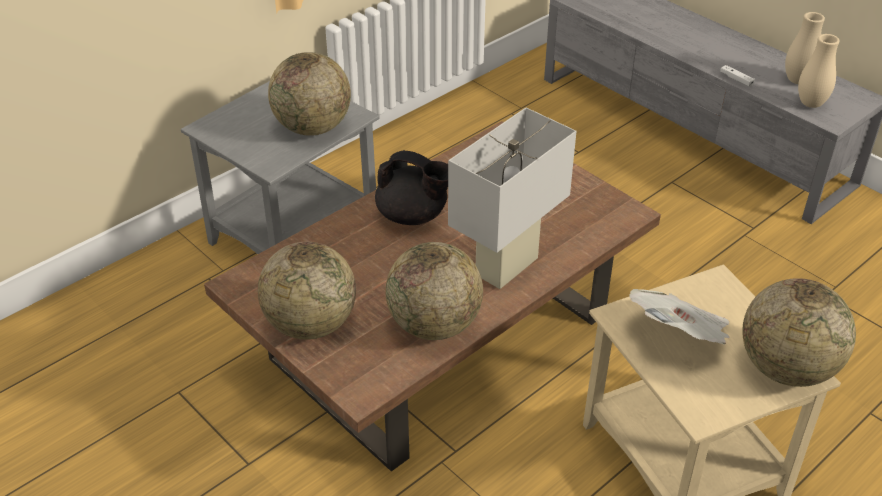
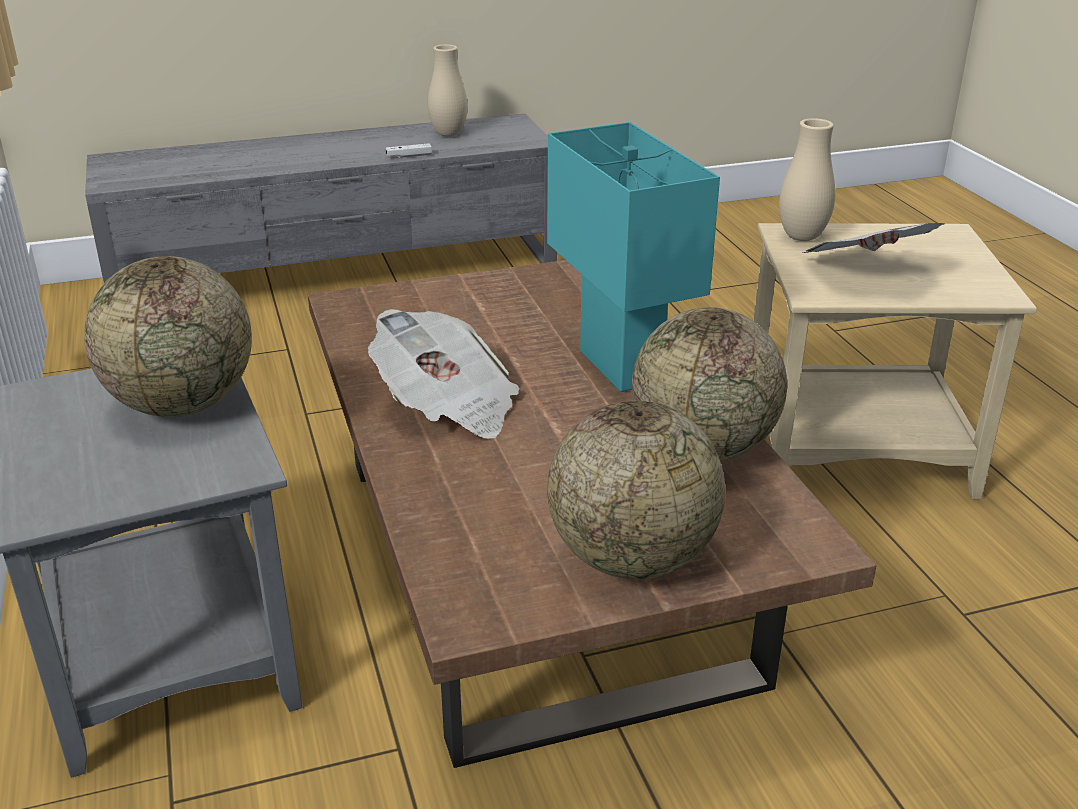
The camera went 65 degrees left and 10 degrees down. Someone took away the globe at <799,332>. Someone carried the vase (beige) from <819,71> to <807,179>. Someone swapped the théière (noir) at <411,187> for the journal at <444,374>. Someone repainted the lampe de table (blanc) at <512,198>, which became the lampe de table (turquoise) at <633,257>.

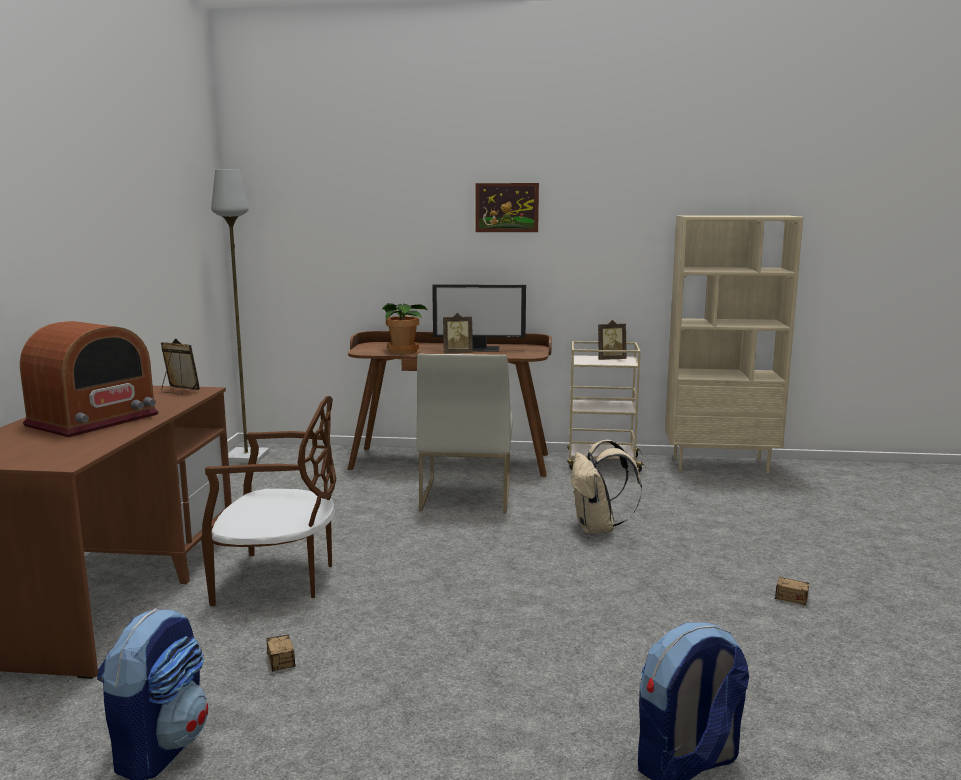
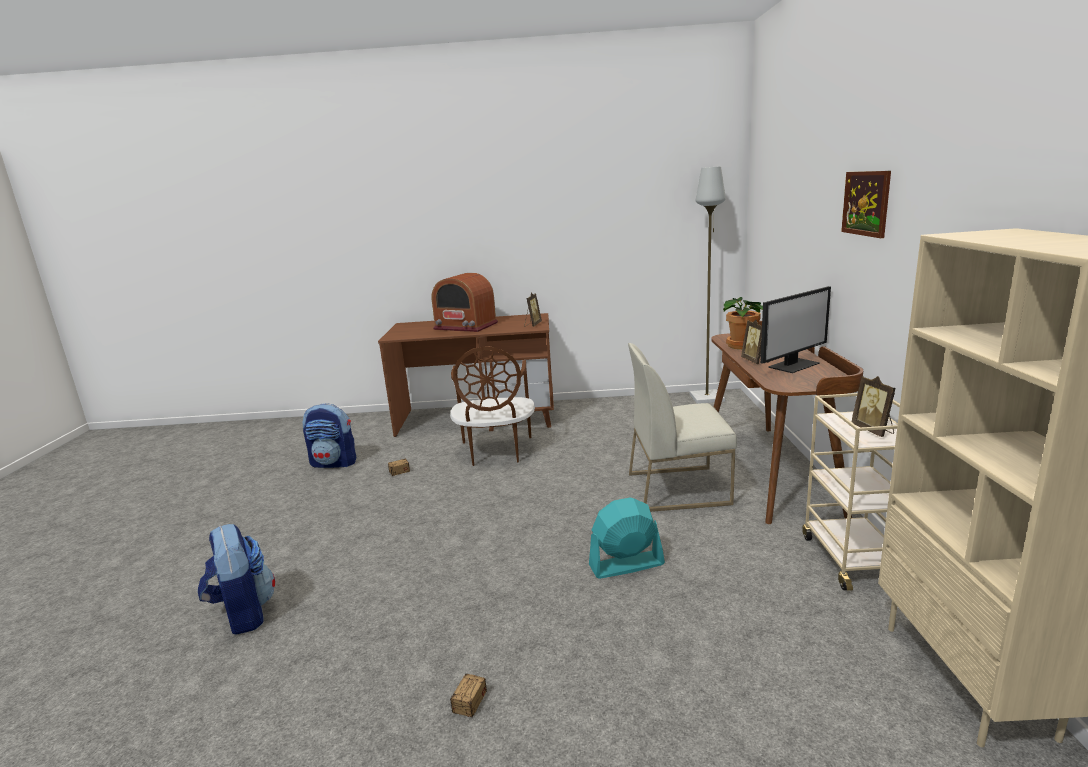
The camera went 85 degrees right and 5 degrees up. Someone swapped the sac à dos (beige) at <606,487> for the ventilateur (turquoise) at <627,538>. Someone rotated the écran d'ordinateur at <479,318> by 120 degrees counterclockwise.

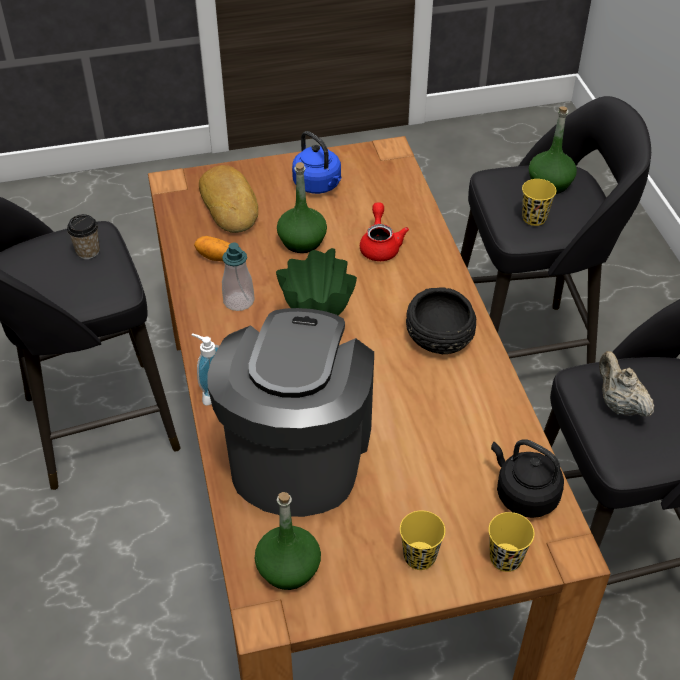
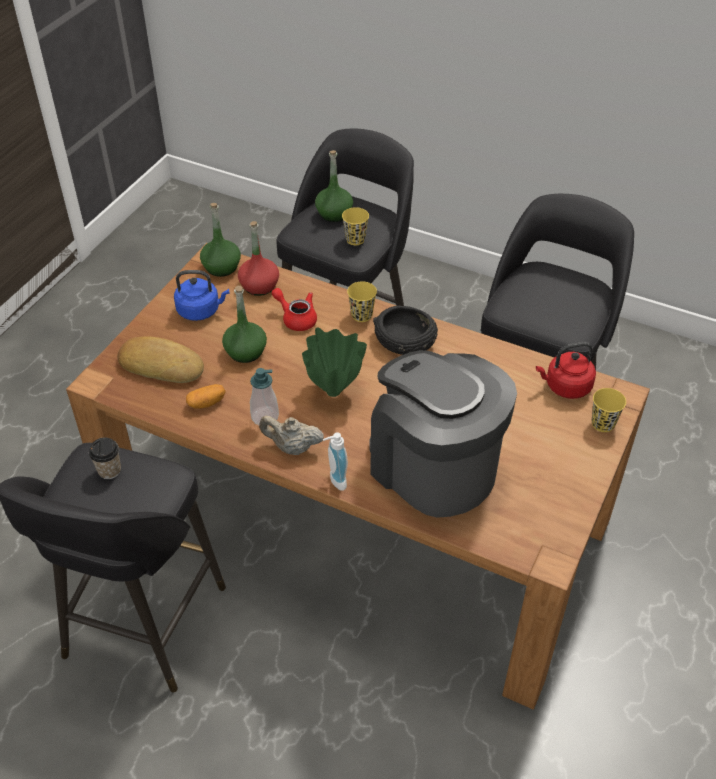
The camera went 50 degrees left and 0 degrees up. Someone put down the bouteille (rouge) at <258,258>. Someone carried the bouteille (vert) from <288,541> to <220,240>. Someone carried the tasse (jaune) from <422,540> to <362,301>. Someone carried the théière (beige) from <626,384> to <291,435>. Someone repainted the bouilloire (noir) at <527,478>, which became the bouilloire (rouge) at <566,370>.

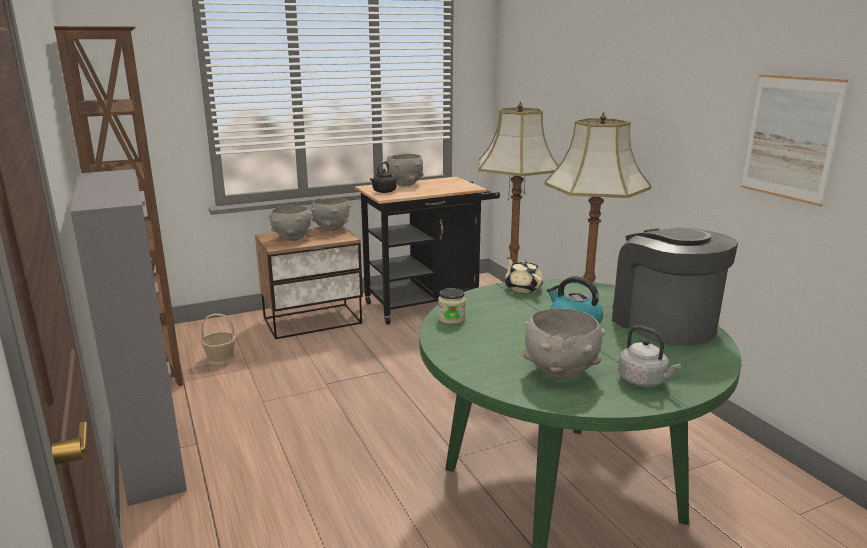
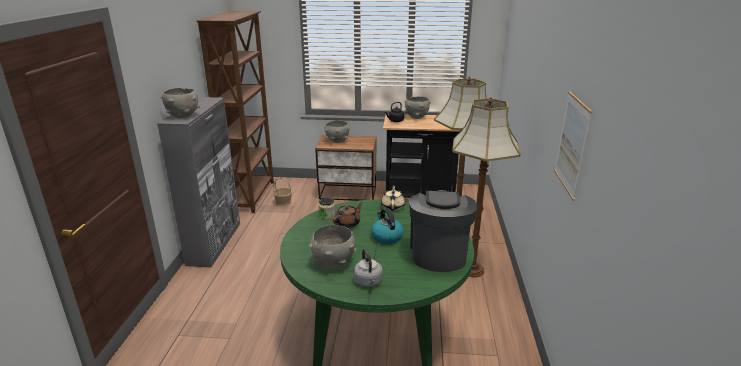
The camera went 30 degrees right and 5 degrees up. Someone put down the théière (marron) at <348,215>. Someone carried the bol (gris) from <331,214> to <180,103>.

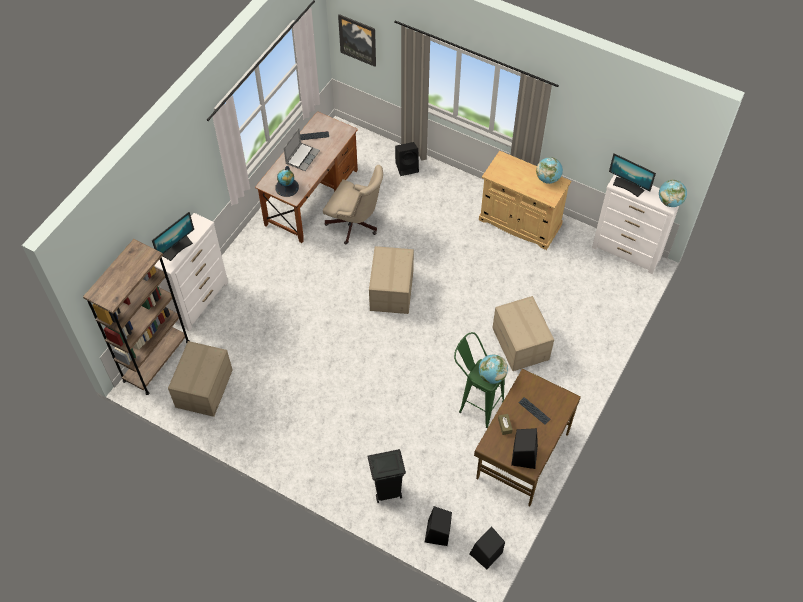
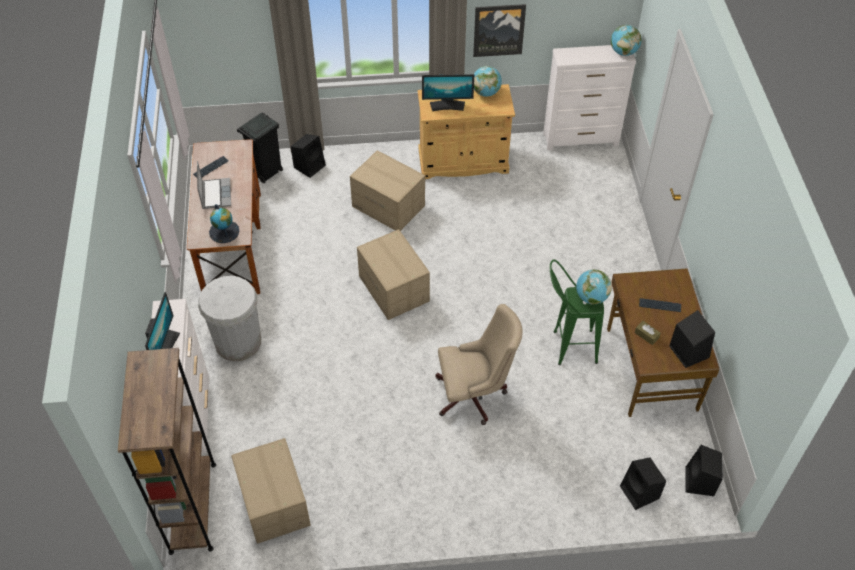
The camera went 35 degrees left and 5 degrees down. Someone put down the poubelle (blanc) at <229,319>. Someone carried the chaise de bureau (beige) from <353,204> to <479,364>. Someone carried the tableau from <357,40> to <499,30>. Someone carried the poubelle (noir) from <386,476> to <260,147>. Someone carried the carton from <523,333> to <387,190>. Someone carried the écran d'ordinateur from <632,175> to <448,92>.

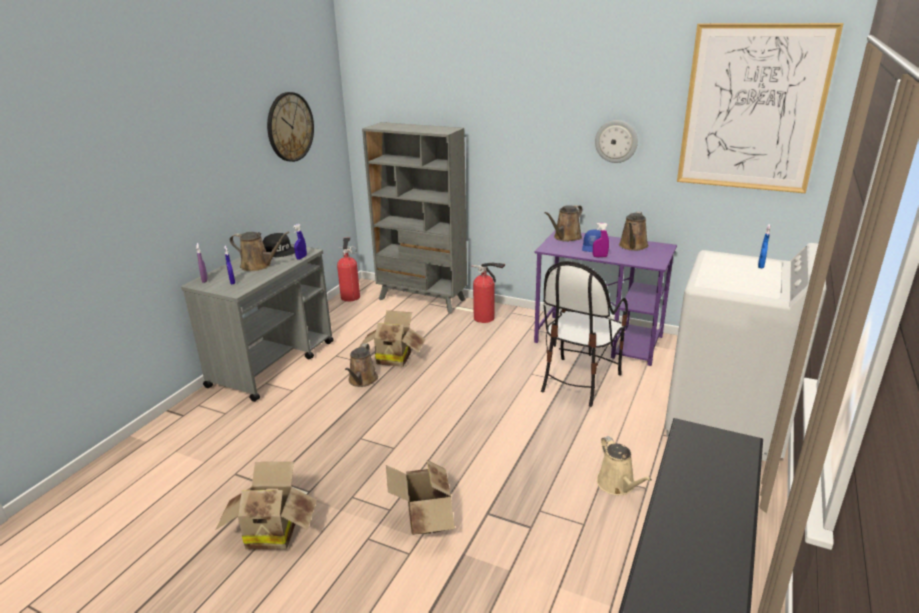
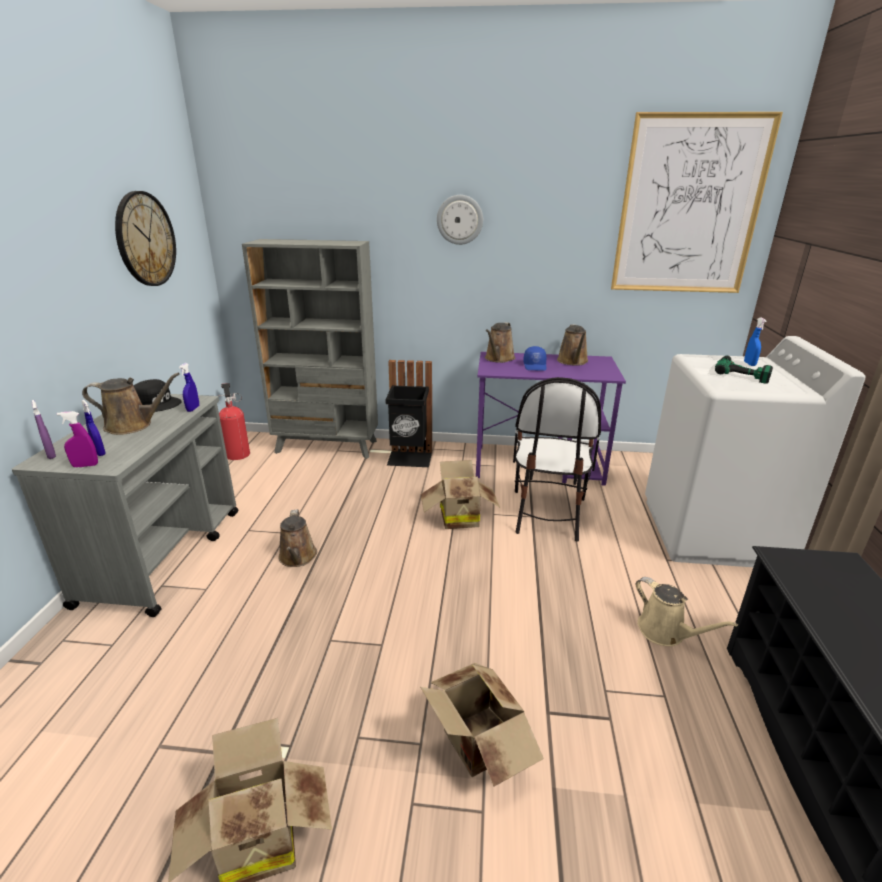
The camera went 20 degrees left and 0 degrees up. Someone put down the perceuse at <744,369>. Someone carried the carton from <392,338> to <460,494>. Someone carried the vaporisateur (violet) from <601,240> to <77,439>. Someone carried the horloge murale from <616,141> to <460,220>. Someone swapped the extincteur at <488,292> for the poubelle (noir) at <408,413>.

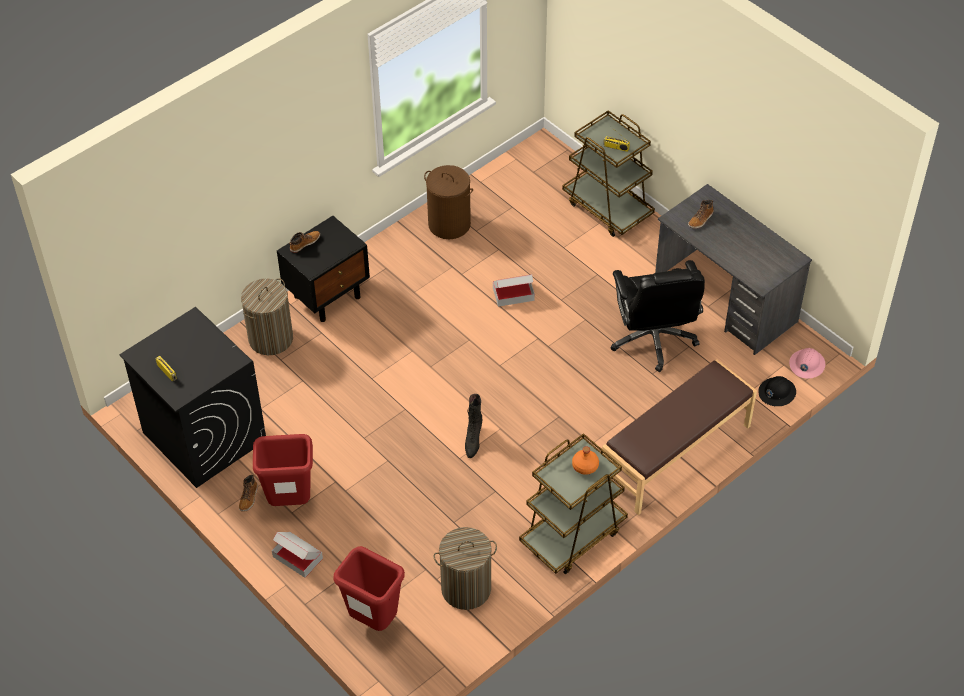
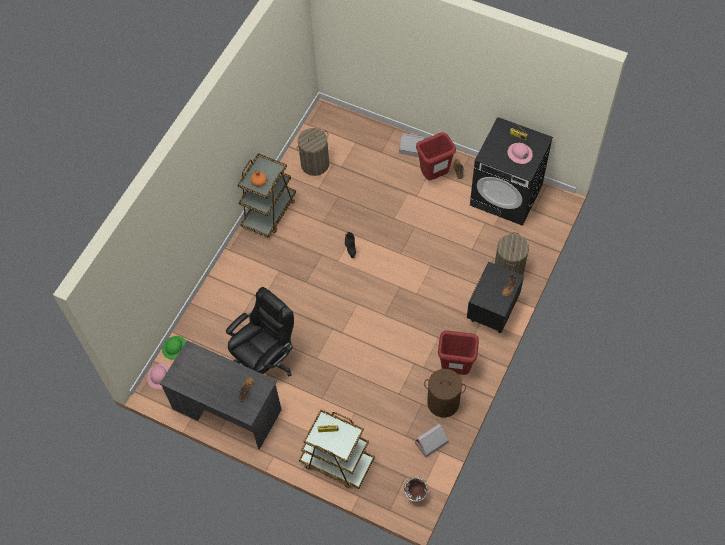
The camera went 160 degrees right and 10 degrees up. Someone took away the banc (marron) at <679,437>. Someone put down the seau (blanc) at <416,489>. Someone put down the casque de chantier (rose) at <520,153>. Someone carried the poubelle (rouge) from <369,588> to <458,352>. Someone carried the carton from <514,290> to <432,441>. Someone repainted the casque de chantier (noir) at <777,391>, which became the casque de chantier (vert) at <174,348>. Someone rotated the chaise de bureau (noir) at <657,316> by 75 degrees clockwise.

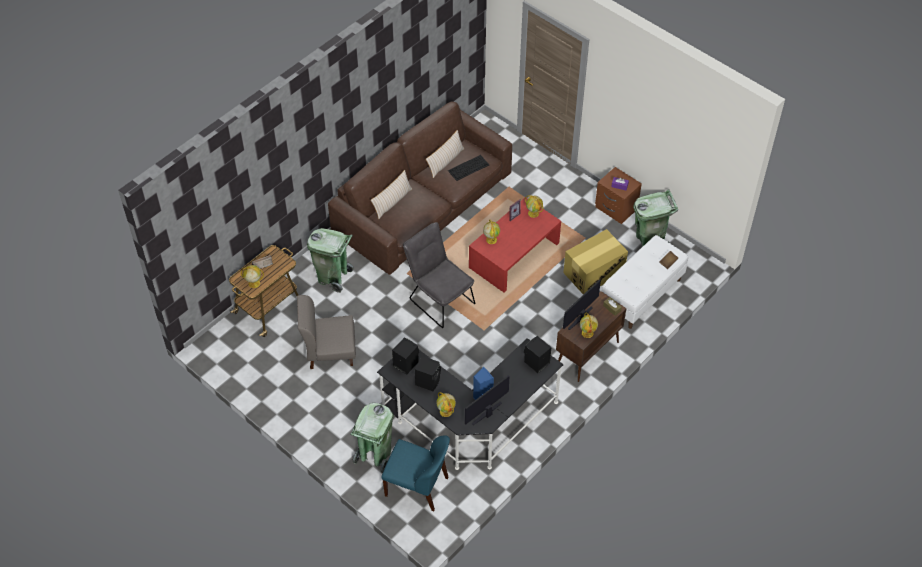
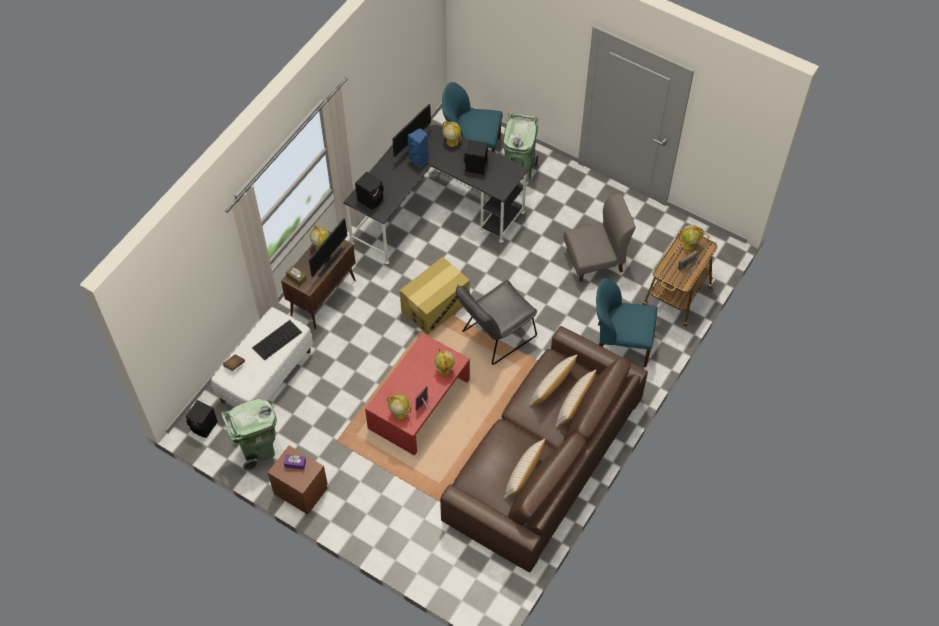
The camera went 170 degrees right and 5 degrees up. Someone put down the coussin (beige) at <553,380>. Someone carried the enceinte (noir) from <405,356> to <202,419>. Someone carried the clavier from <468,168> to <277,340>. Someone carried the carton from <595,262> to <435,296>. Someone swapped the poubelle (vert) at <330,260> for the chaise (bleu) at <626,322>. Someone rotated the chaise (gris) at <439,275> by 105 degrees clockwise.

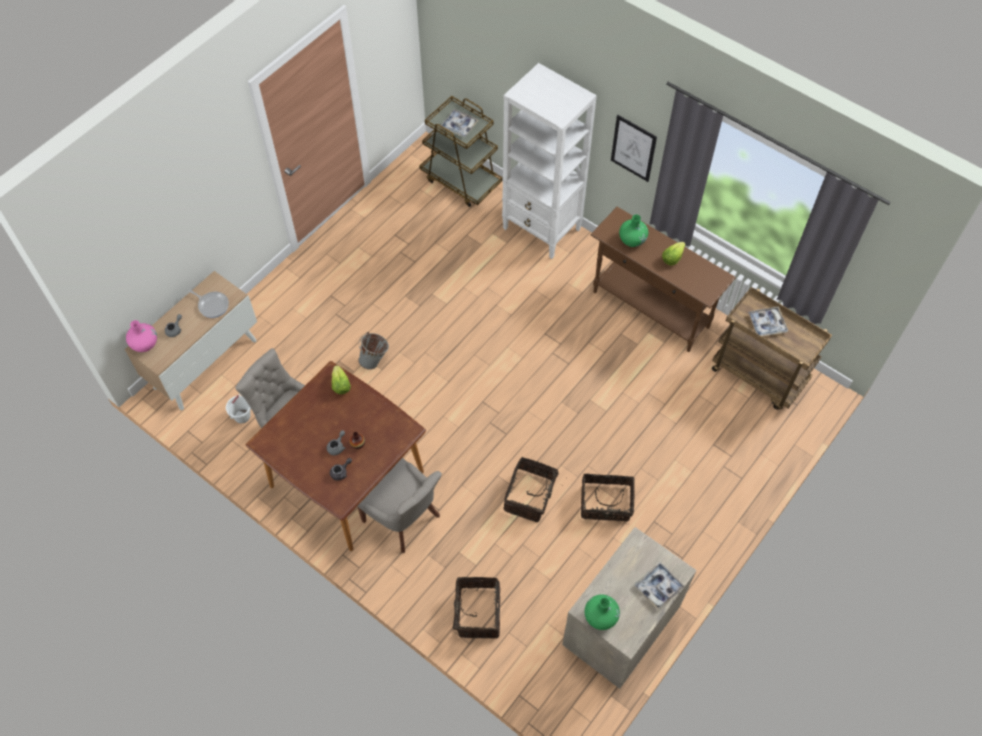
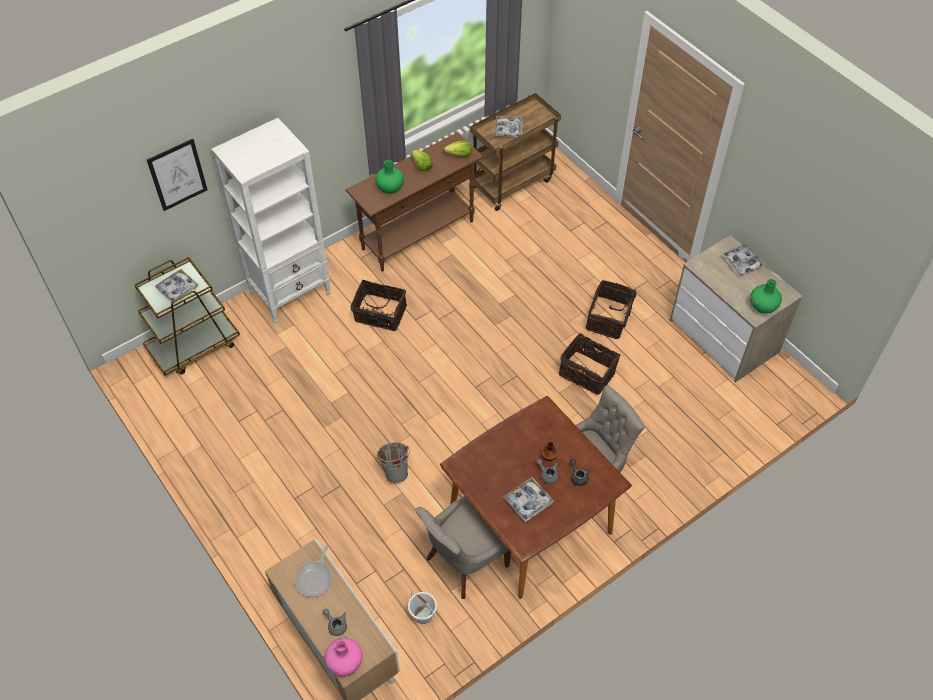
The camera went 75 degrees left and 5 degrees down. Someone put down the plateau at <529,499>. Someone carried the laitue from <341,380> to <458,149>. Someone carried the panier from <472,608> to <378,305>. Someone carried the tableau from <634,148> to <177,175>. Someone rotated the poêle at <209,304> by 150 degrees clockwise.

